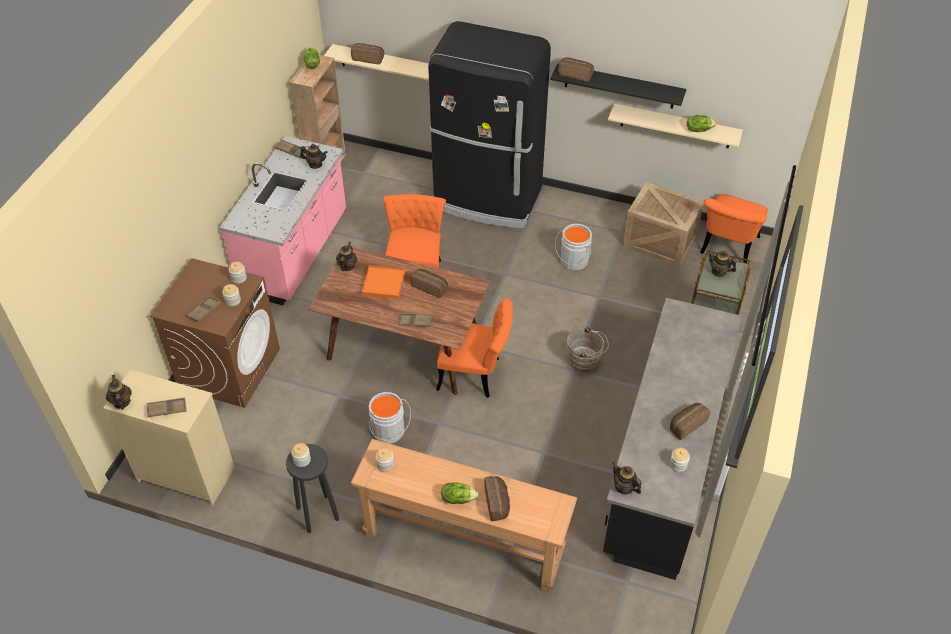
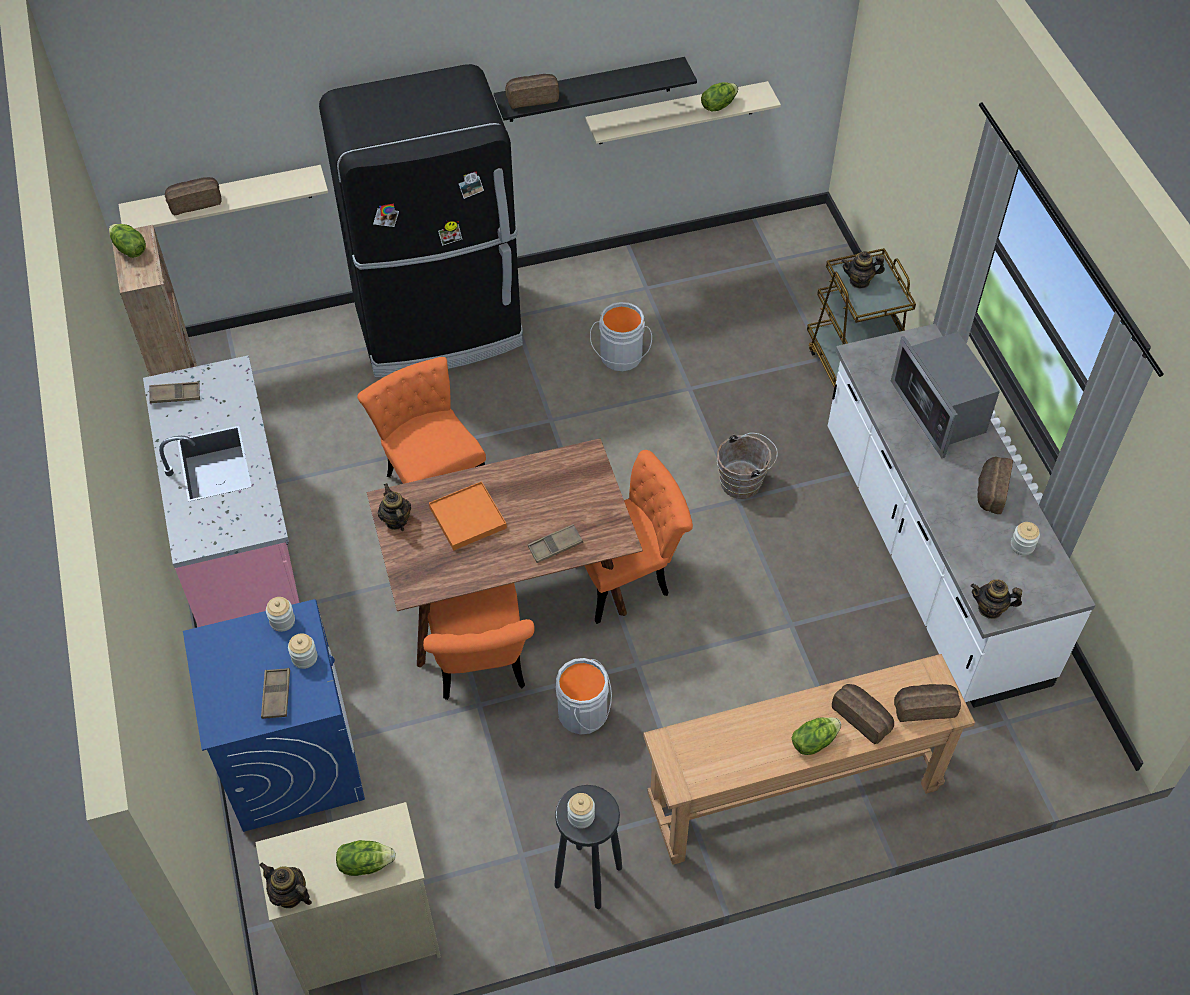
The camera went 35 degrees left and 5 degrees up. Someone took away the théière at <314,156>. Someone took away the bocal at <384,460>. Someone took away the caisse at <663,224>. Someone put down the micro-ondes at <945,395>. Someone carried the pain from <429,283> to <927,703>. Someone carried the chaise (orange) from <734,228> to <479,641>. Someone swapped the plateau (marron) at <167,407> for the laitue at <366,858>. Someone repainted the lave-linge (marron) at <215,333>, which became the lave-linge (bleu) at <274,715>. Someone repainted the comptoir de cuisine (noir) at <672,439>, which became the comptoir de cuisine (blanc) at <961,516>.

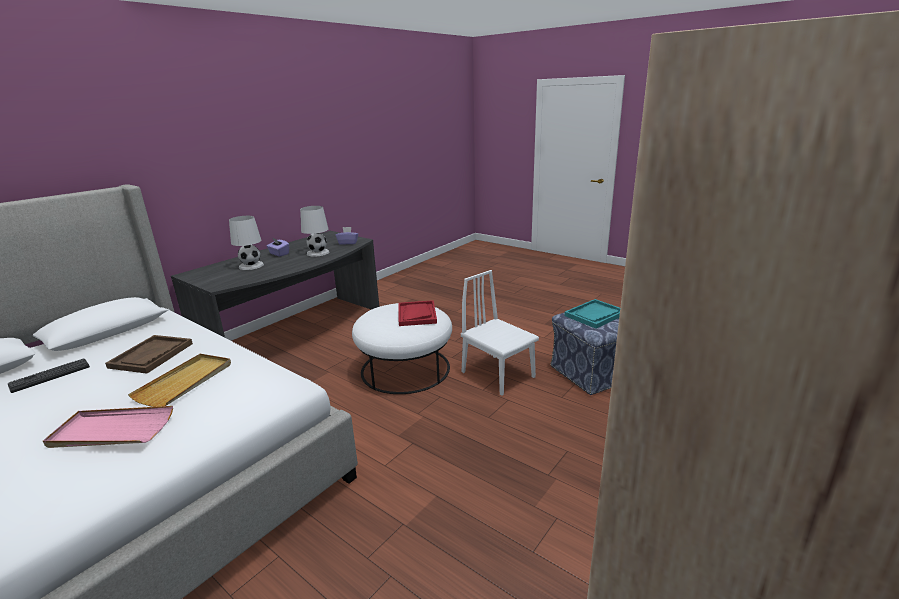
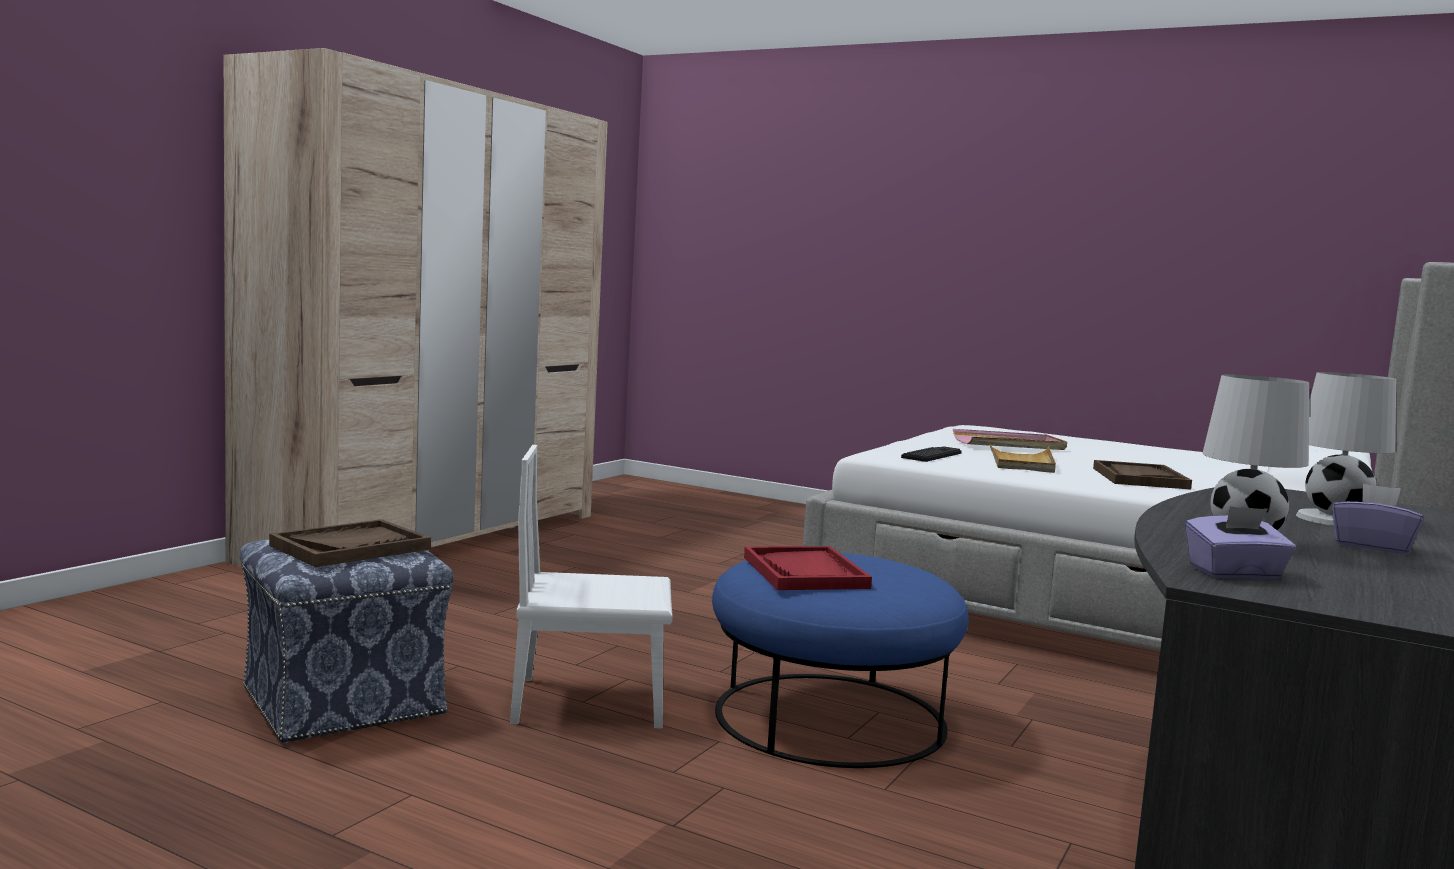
The camera went 170 degrees right and 15 degrees down. Someone carried the clavier from <49,376> to <931,454>. Someone repainted the pouf (blanc) at <402,348>, which became the pouf (bleu) at <840,660>. Someone repainted the plateau (turquoise) at <592,314>, which became the plateau (marron) at <350,543>. Someone rotated the chaise (blanc) at <500,333> by 135 degrees clockwise.

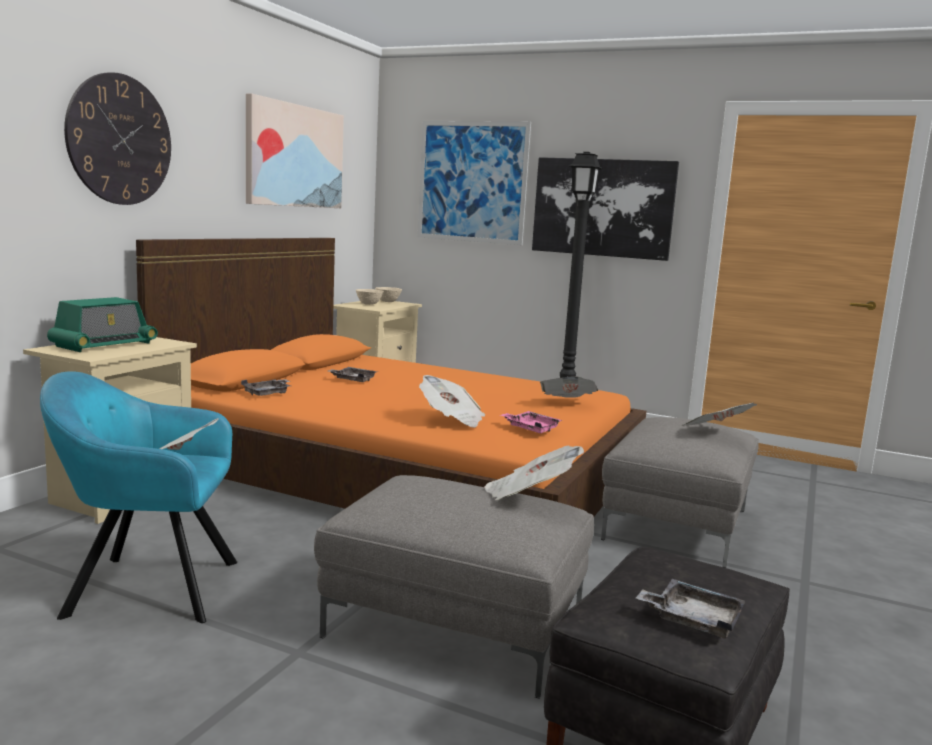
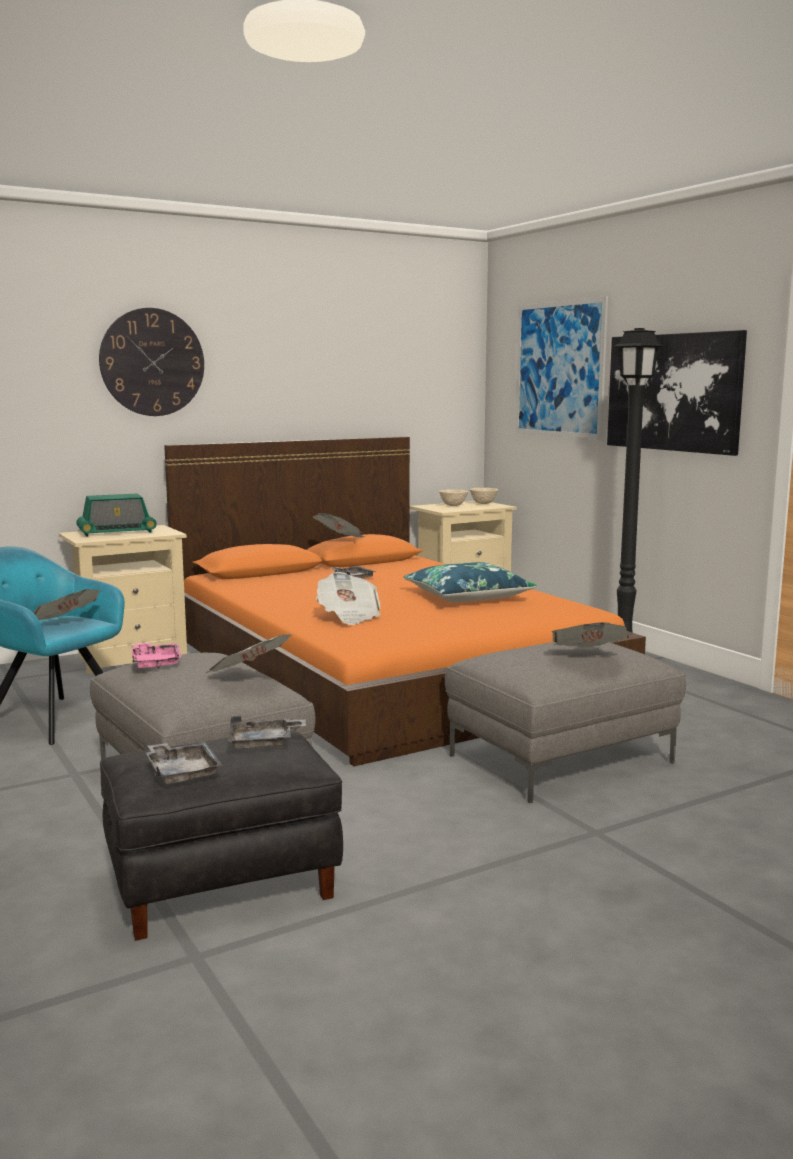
The camera went 35 degrees right and 0 degrees up. Someone took away the tableau at <295,150>. Someone put down the coussin (bleu) at <470,582>. Someone carried the plateau (gris) from <266,387> to <267,732>. Someone carried the plateau (rose) from <531,422> to <156,655>. Someone carried the journal from <569,387> to <339,525>.

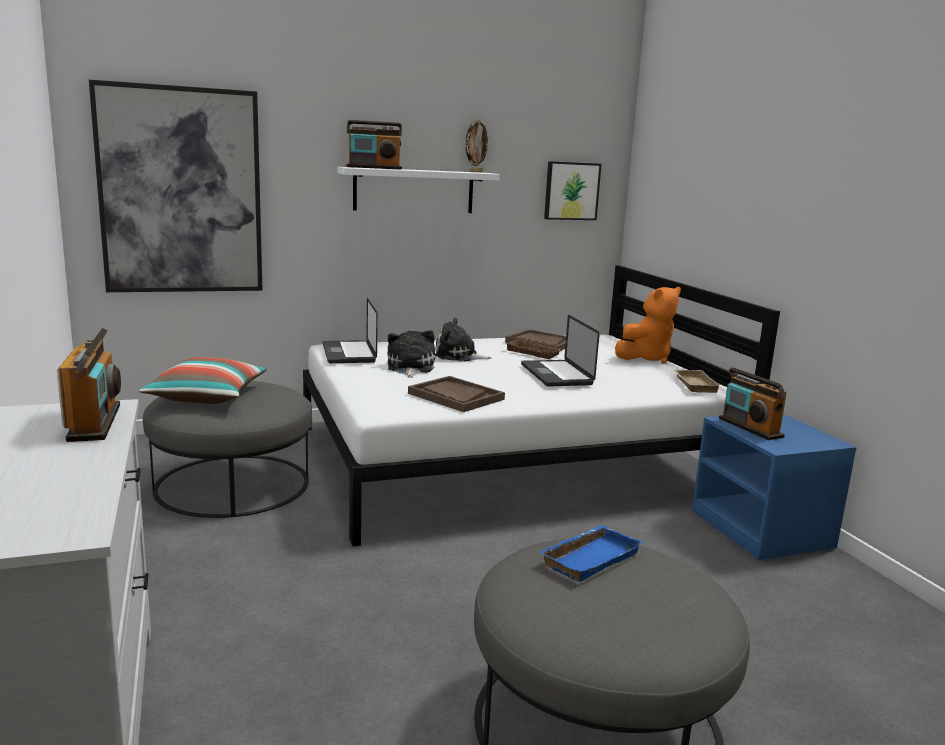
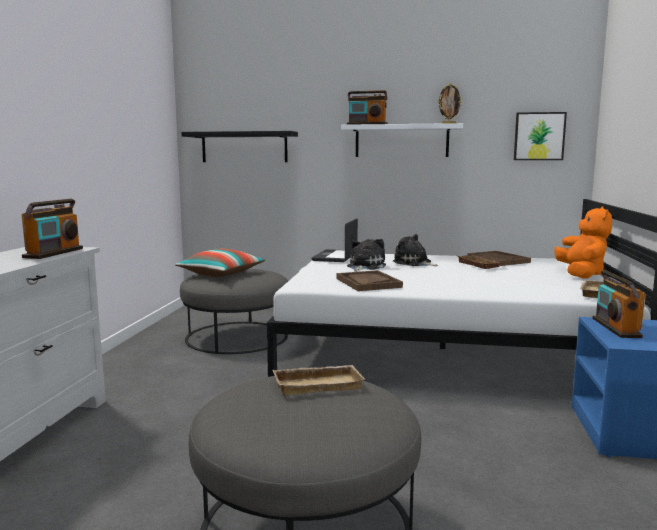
The camera went 30 degrees right and 5 degrees down. Someone took away the ordinateur portable at <560,351>. Someone swapped the tableau at <176,186> for the étagère (noir) at <239,146>. Someone repainted the plateau (bleu) at <590,553>, which became the plateau (beige) at <319,380>. Someone rotated the peluche (orange) at <648,325> by 75 degrees counterclockwise.

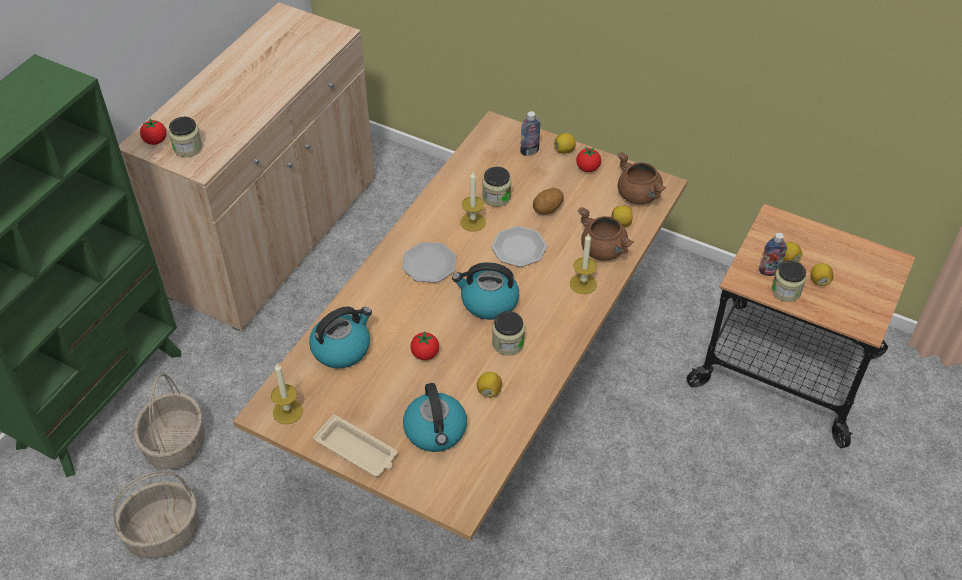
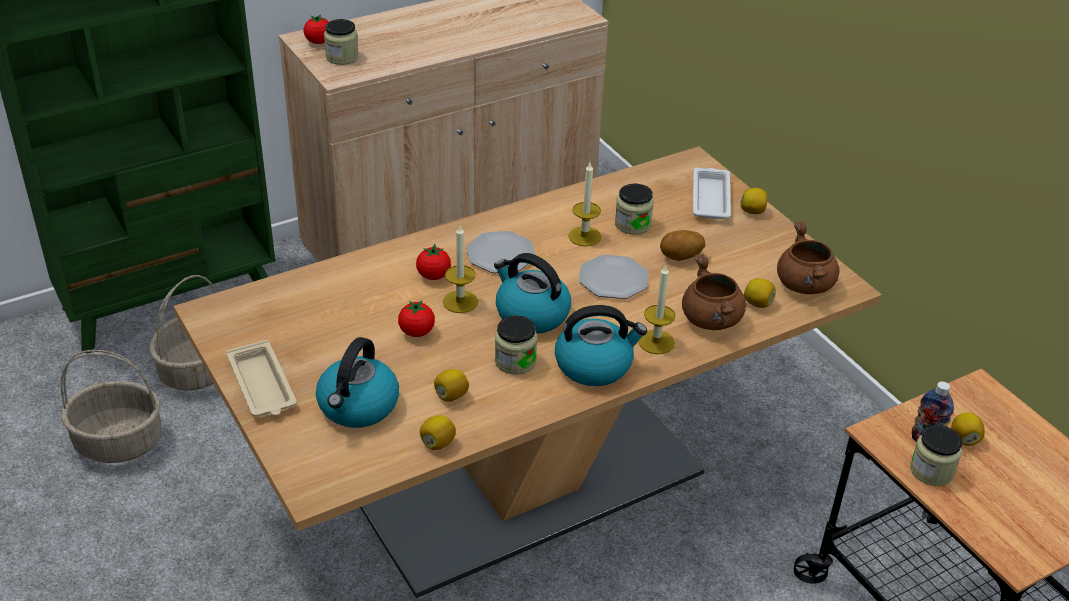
The camera went 30 degrees right and 10 degrees down. Someone carried the bougie from <287,394> to <460,269>. Someone carried the bouilloire from <340,337> to <601,345>. Someone carried the tomate from <588,159> to <433,262>. Someone carried the citron from <822,274> to <438,432>. Someone swapped the bouteille at <530,133> for the plateau (blanc) at <712,193>.

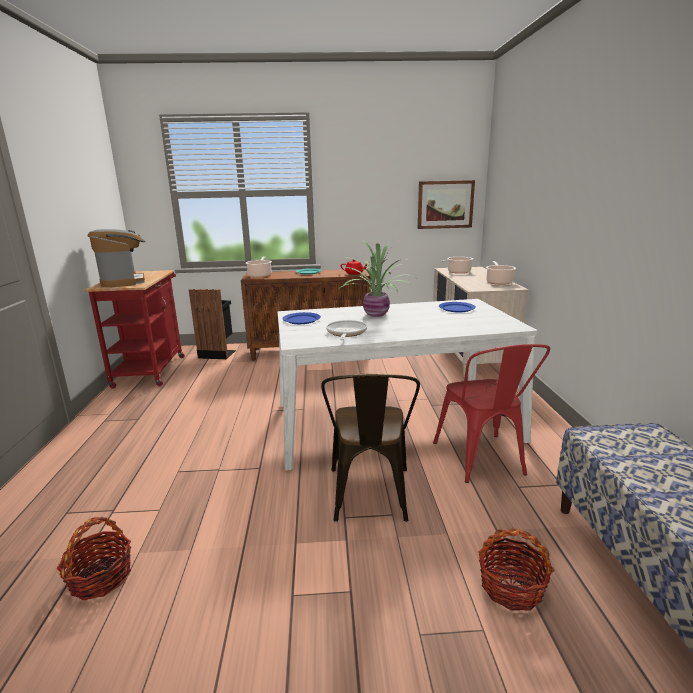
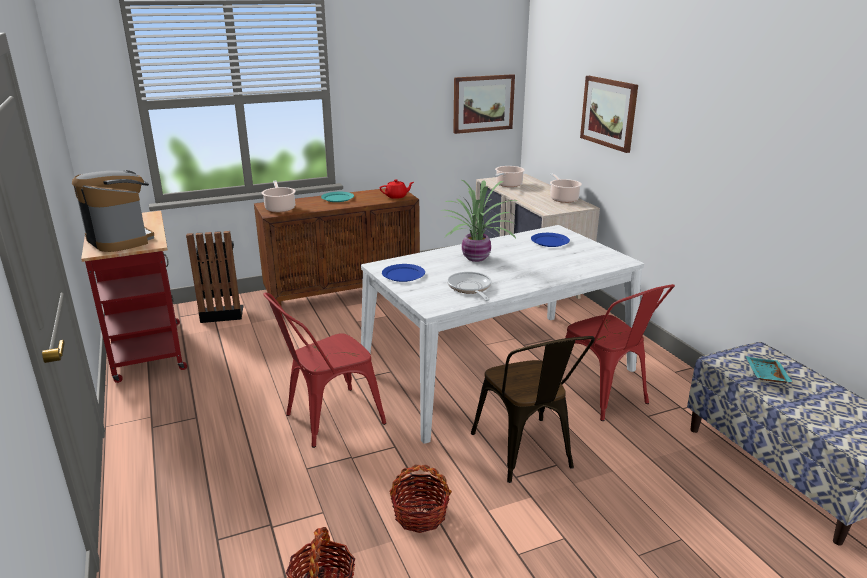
The camera went 20 degrees left and 5 degrees up. Someone put down the chaise (rouge) at <324,370>. Someone put up the tableau at <609,114>. Someone put down the plateau (turquoise) at <769,369>. Someone carried the panier from <516,569> to <420,499>.

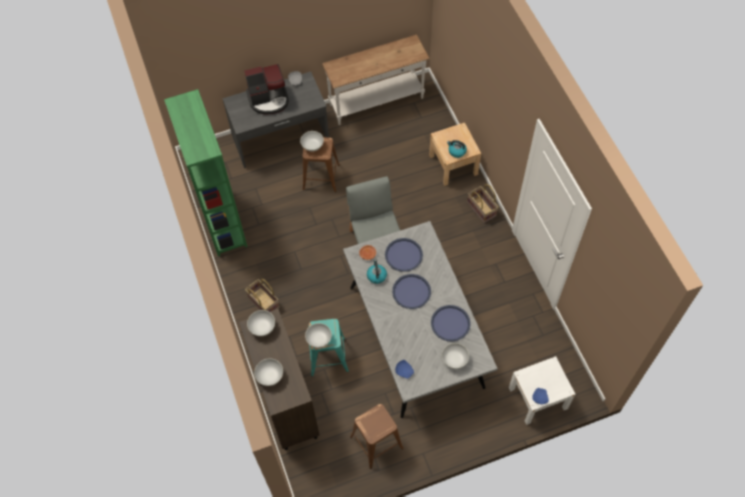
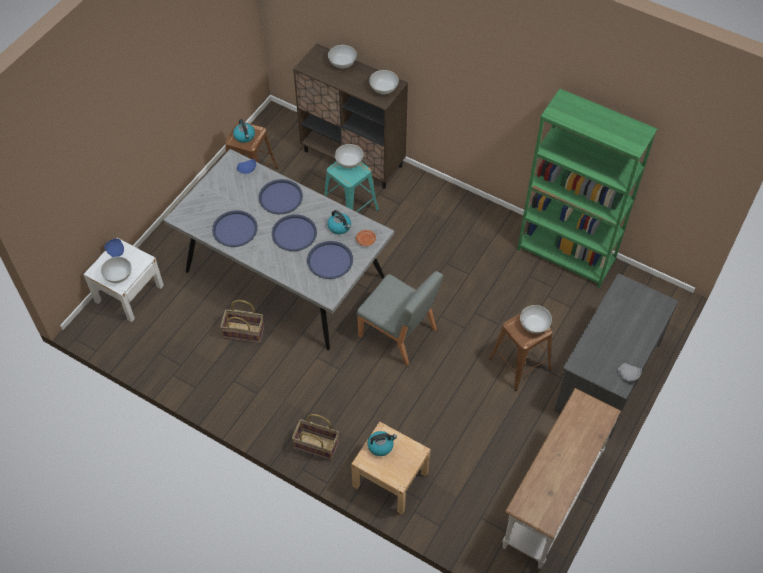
The camera went 140 degrees right and 5 degrees down. Someone took away the machine à café at <266,89>. Someone put down the bouilloire at <244,131>. Someone put down the plateau (bleu) at <280,196>. Someone carried the panier from <262,295> to <242,322>. Someone carried the bol (blanc) from <455,356> to <116,270>.

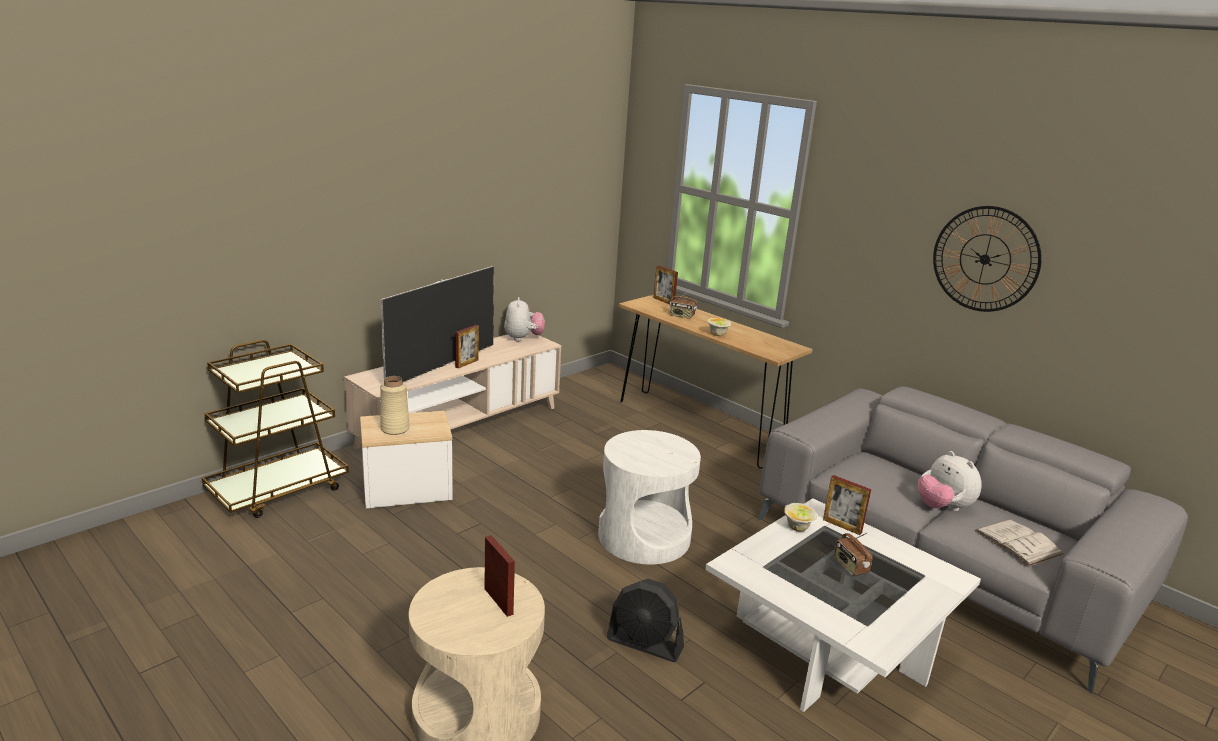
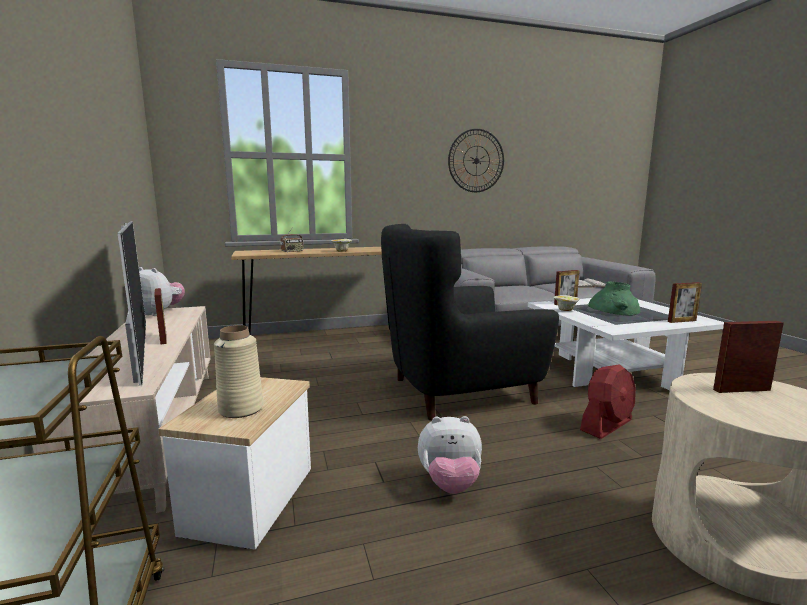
The camera went 60 degrees left and 10 degrees down. Someone carried the cadre photo from <666,285> to <685,302>. Someone carried the peluche from <949,481> to <450,455>. Someone swapped the table d'appoint (blanc) at <649,497> for the fauteuil (noir) at <470,322>. Someone swapped the radio at <853,554> for the vase (vert) at <614,298>. Someone repainted the ventilateur (noir) at <645,620>, which became the ventilateur (rouge) at <608,401>.

